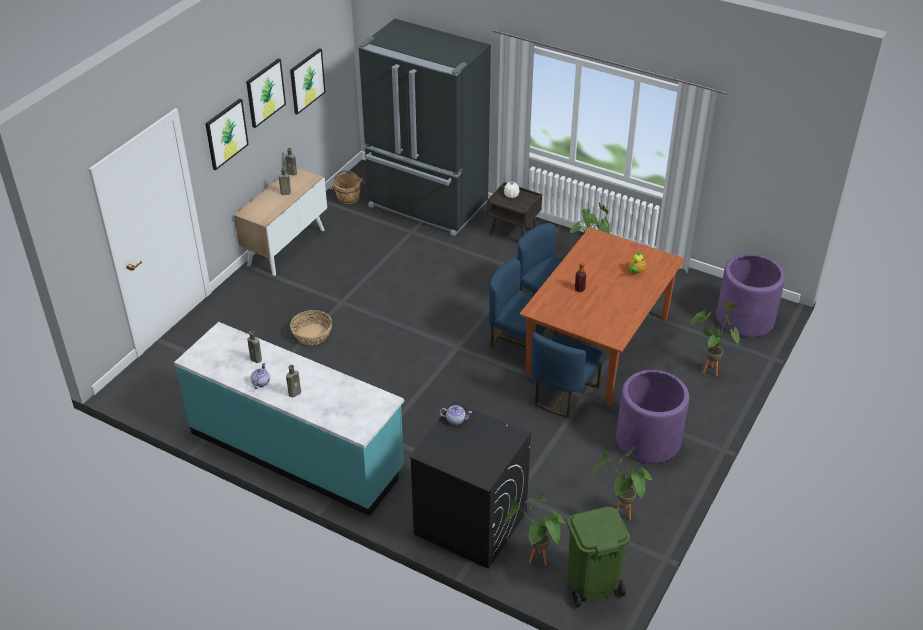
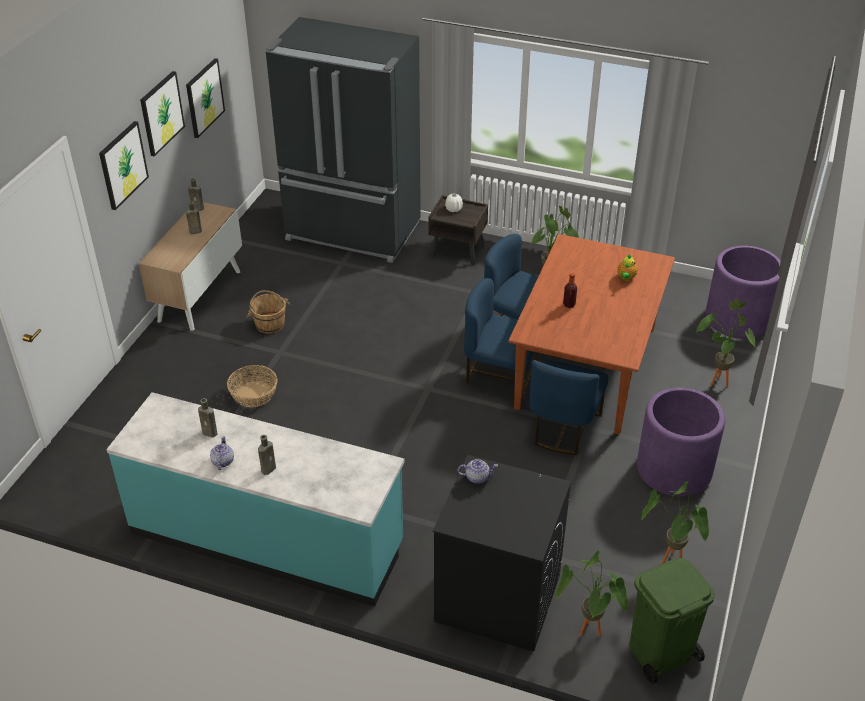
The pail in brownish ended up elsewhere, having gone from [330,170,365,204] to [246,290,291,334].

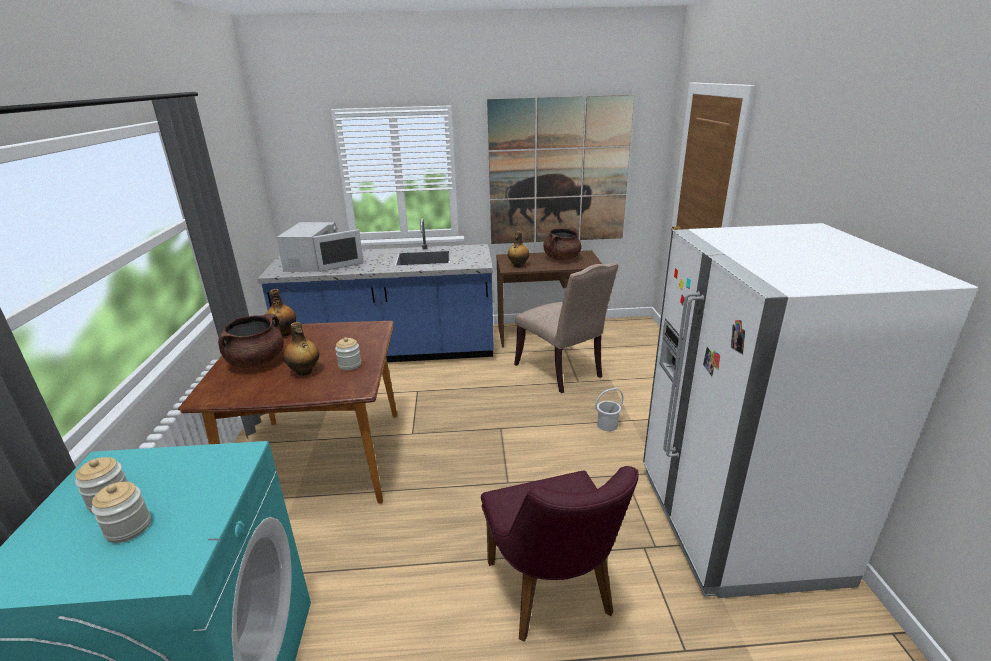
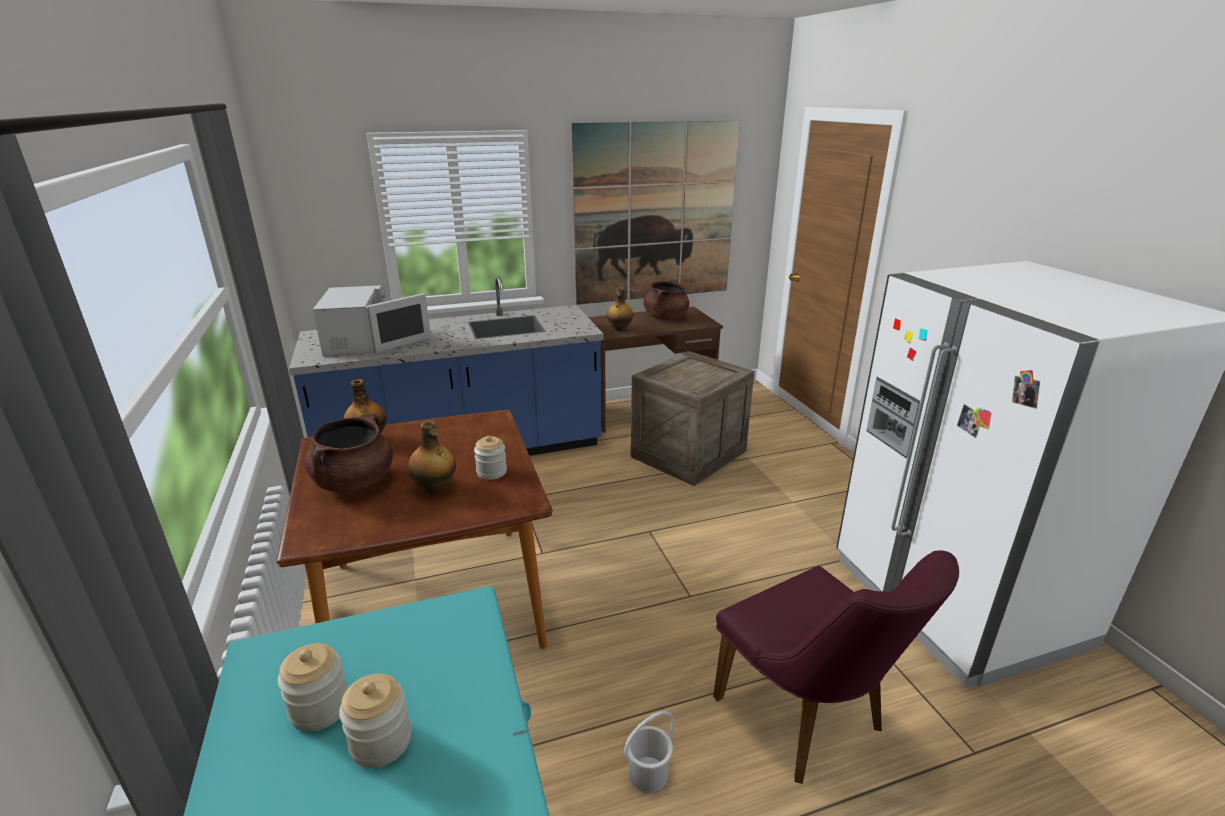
The pail in whitish ended up elsewhere, having gone from [595,388,624,431] to [624,711,674,793].
Where the upright chair in beige-coloured stood at [514,262,618,393], the shipping crate came to stand at [631,351,755,486].

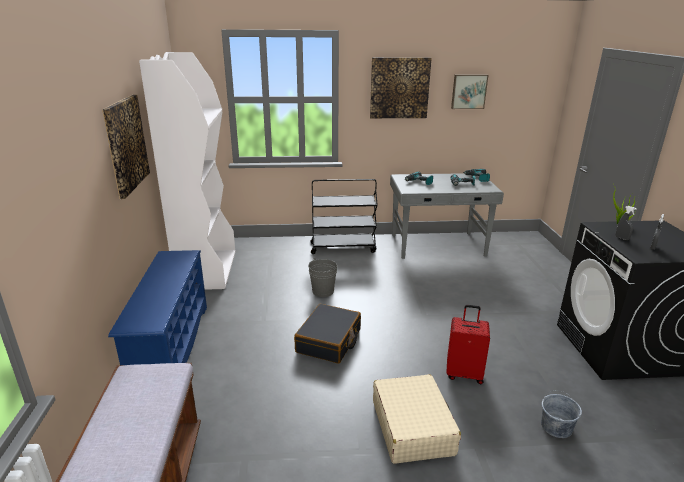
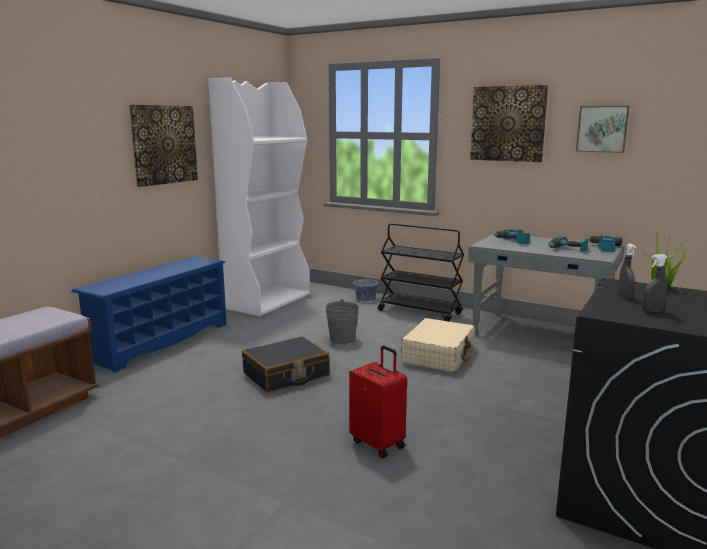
The suitcase in beige-coloured ended up elsewhere, having gone from [373,374,461,464] to [401,318,475,373].
The pail in gray ended up elsewhere, having gone from [541,390,582,438] to [353,271,378,302].

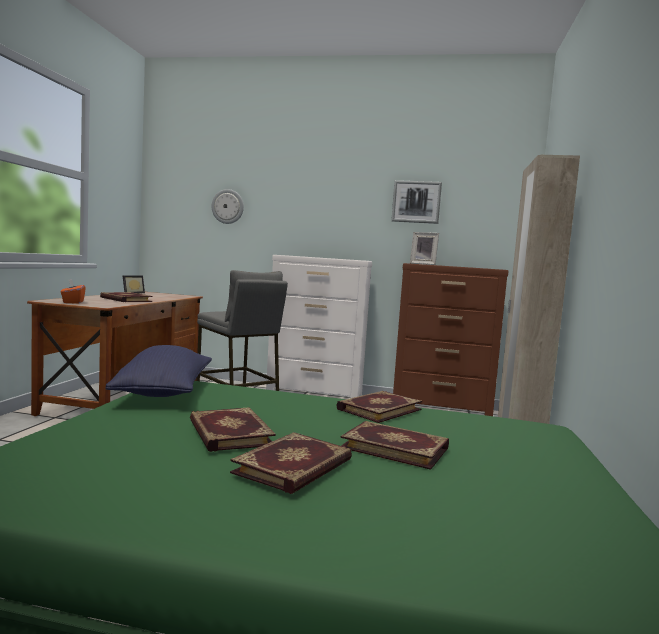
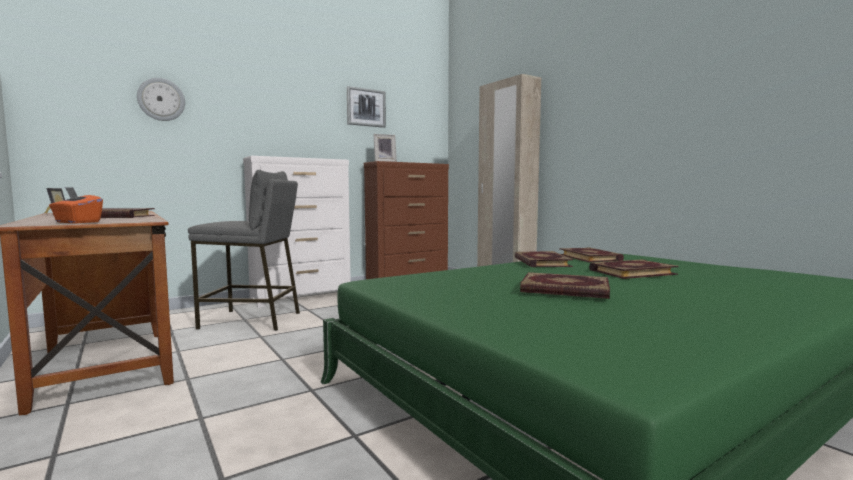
The second view lost the cushion in blue-coloured at [106,345,212,397].
The book ended up elsewhere, having gone from [230,432,352,494] to [559,247,624,262].

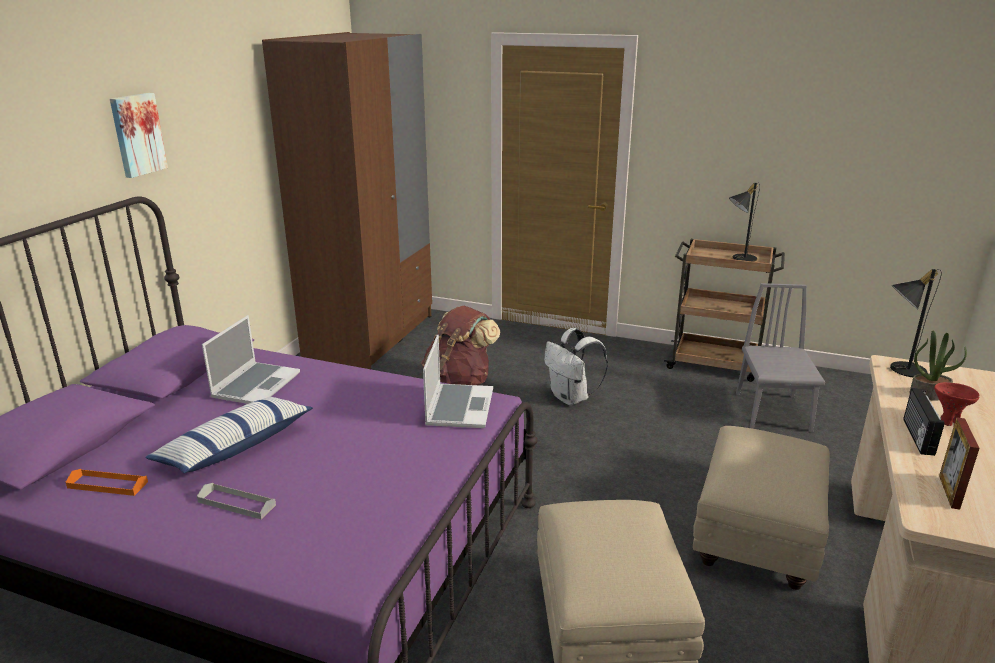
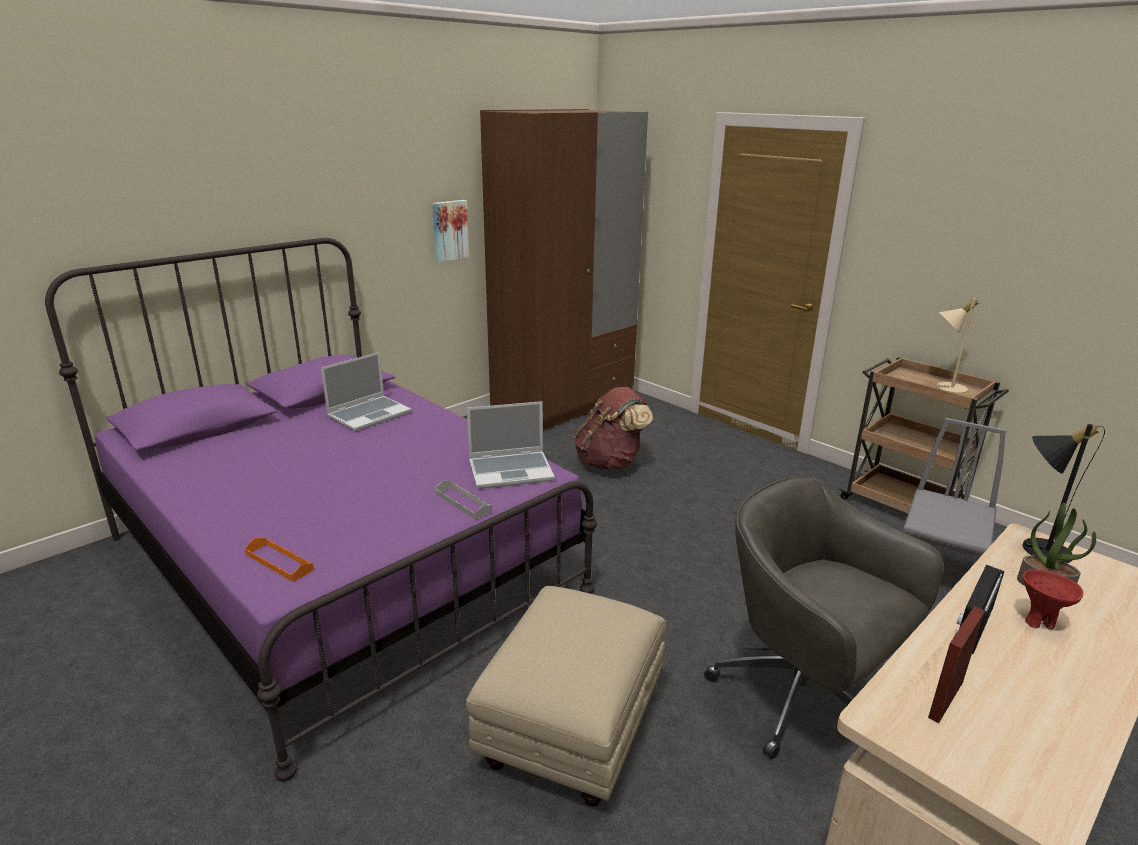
The second view lost the cushion at [145,397,313,473].
The second view lost the rucksack in whitish at [544,328,608,405].
The tray in orange ended up elsewhere, having gone from [66,469,148,496] to [245,538,314,582].
The wall picture ended up elsewhere, having gone from [110,93,168,178] to [433,200,469,262].
The tray in gray ended up elsewhere, having gone from [197,483,276,519] to [435,480,492,519].
Where the footrest in beige-coloured stood at [693,426,830,590], the office chair in gray came to stand at [704,476,944,759].
What was the lamp for a table in black at [729,183,760,262] turned into the lamp for a table in beige-coloured at [936,298,982,393].
The portable computer at [423,335,493,428] ended up facing another way, 45 degrees clockwise from before.

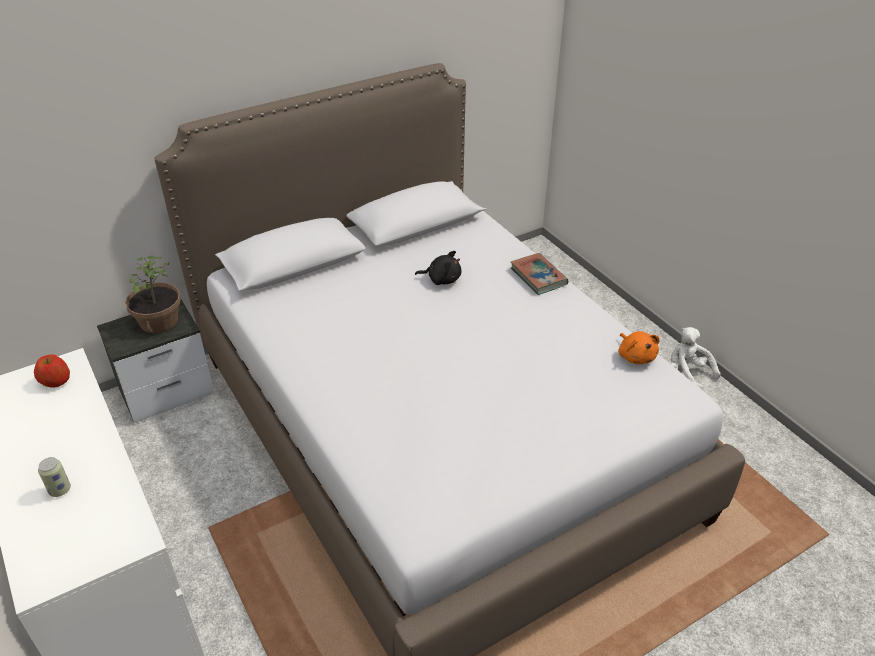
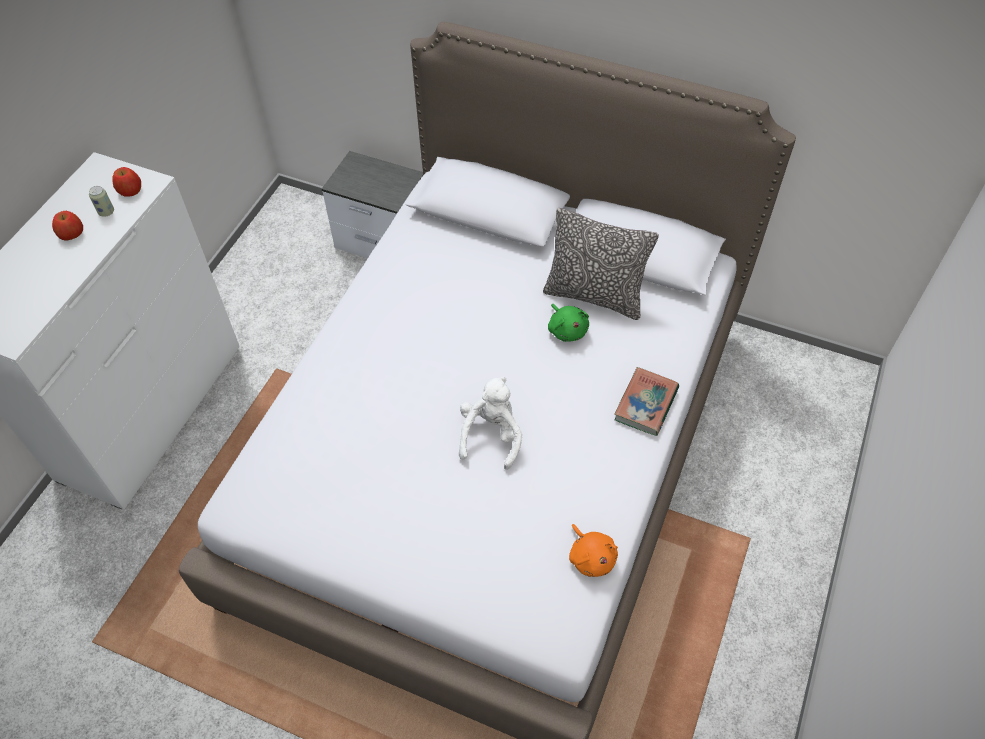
The second view lost the potted plant at [125,256,181,333].
The second view gained the apple fruit at [52,211,83,241].
The second view gained the cushion at [543,208,659,320].
The can ended up elsewhere, having gone from [38,457,71,497] to [89,186,114,217].
The plush toy in whitish ended up elsewhere, having gone from [670,327,721,389] to [459,376,522,470].
What was the plush toy in black at [415,251,462,285] turned into the plush toy in greenish at [548,304,589,342].
The plush toy in orange at [619,331,659,364] ended up facing another way, 60 degrees counterclockwise from before.

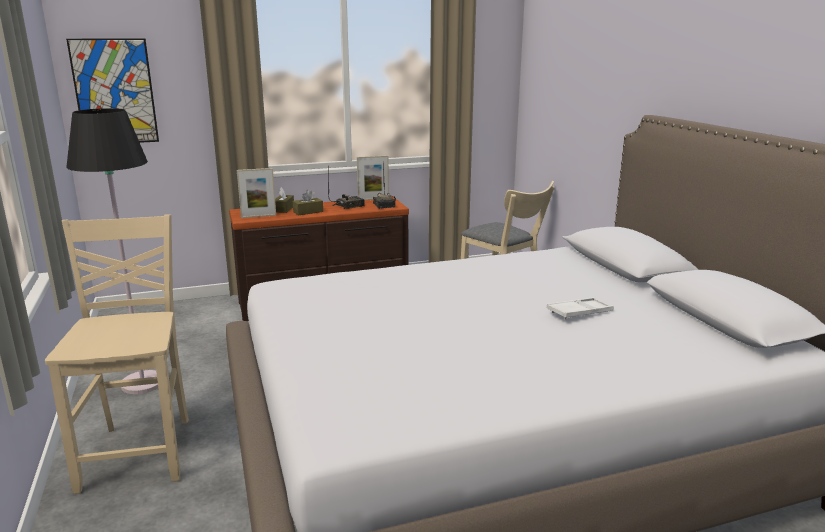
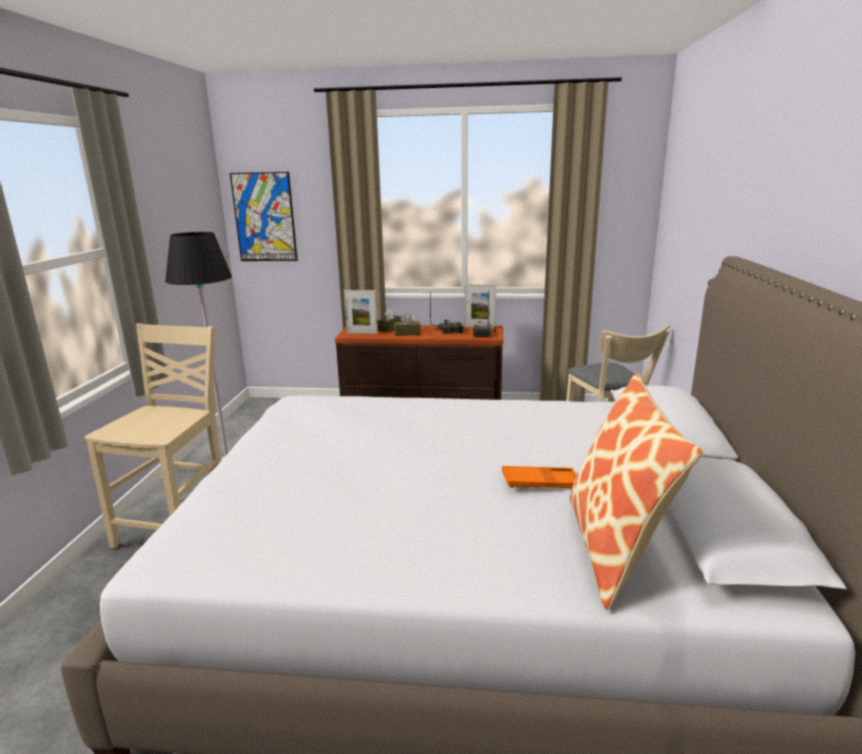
The second view gained the cushion at [569,373,703,610].
What was the tray in whitish at [547,297,614,319] turned into the tray in orange at [502,466,577,488].

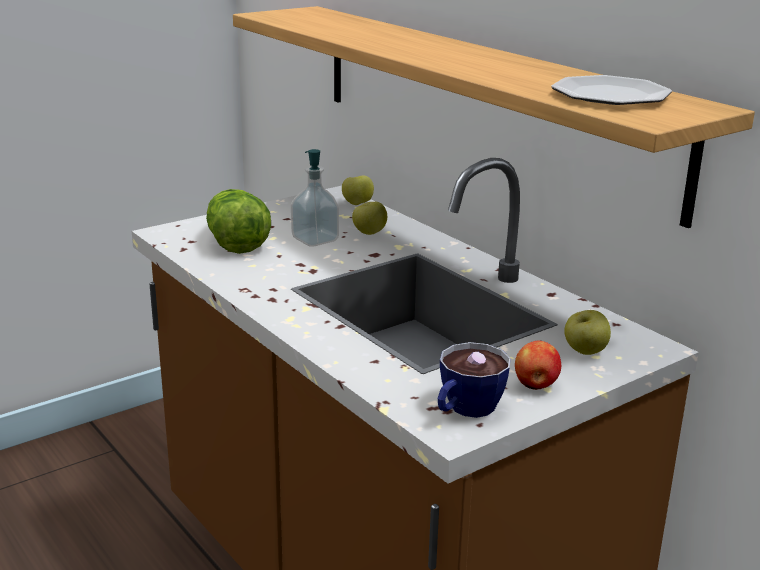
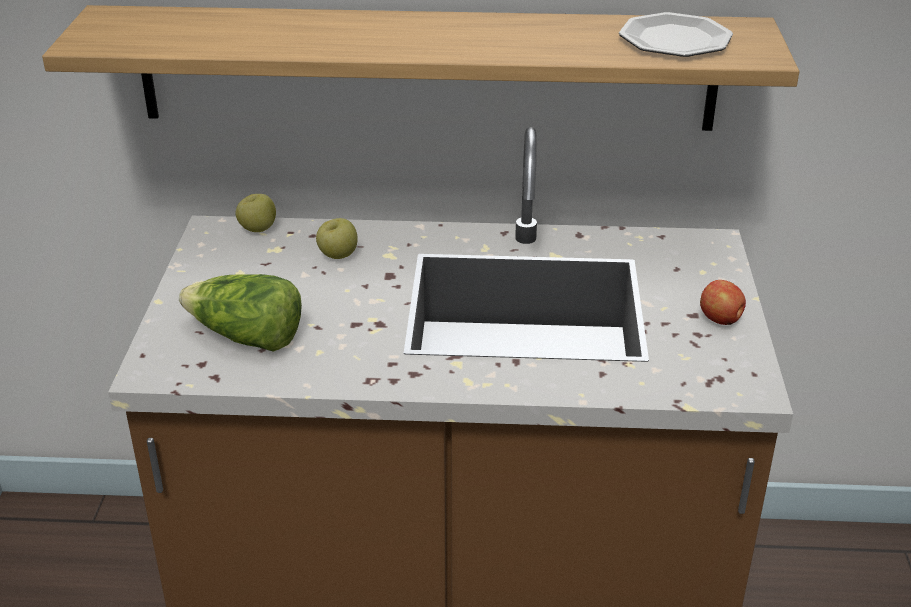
The second view lost the liquid soap bottle at [291,149,339,247].
The second view lost the drinking cup at [438,342,511,418].
The second view lost the apple fruit at [564,310,611,355].

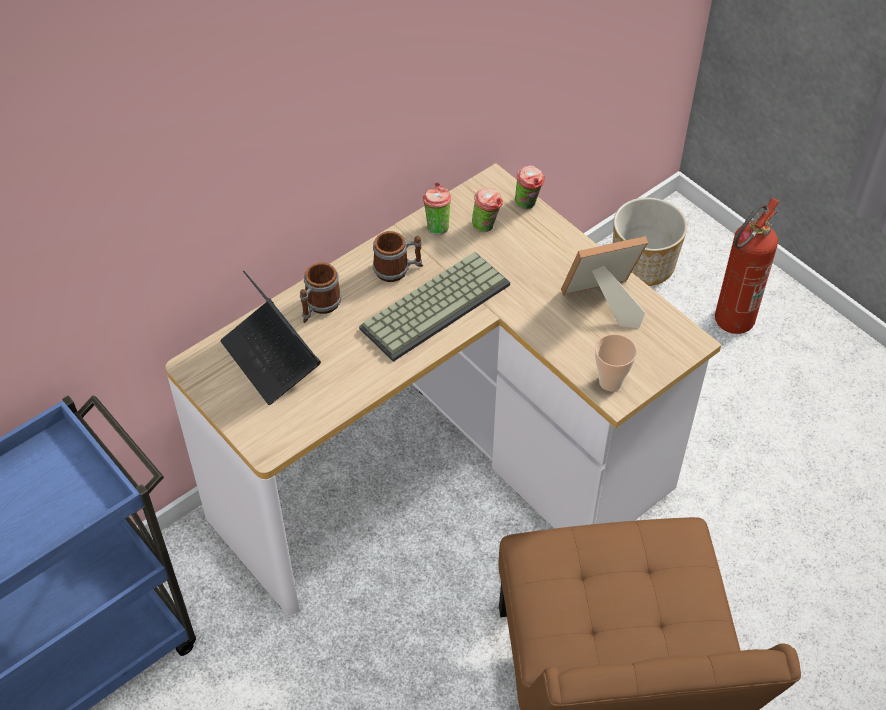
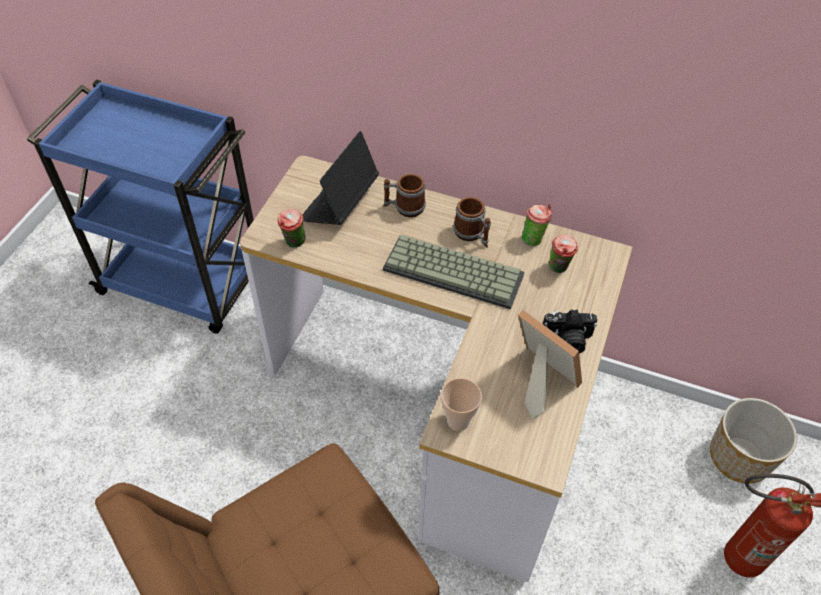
The second view gained the photo camera at [543,309,597,354].
The drinking cup ended up elsewhere, having gone from [515,165,544,209] to [278,209,306,248].

